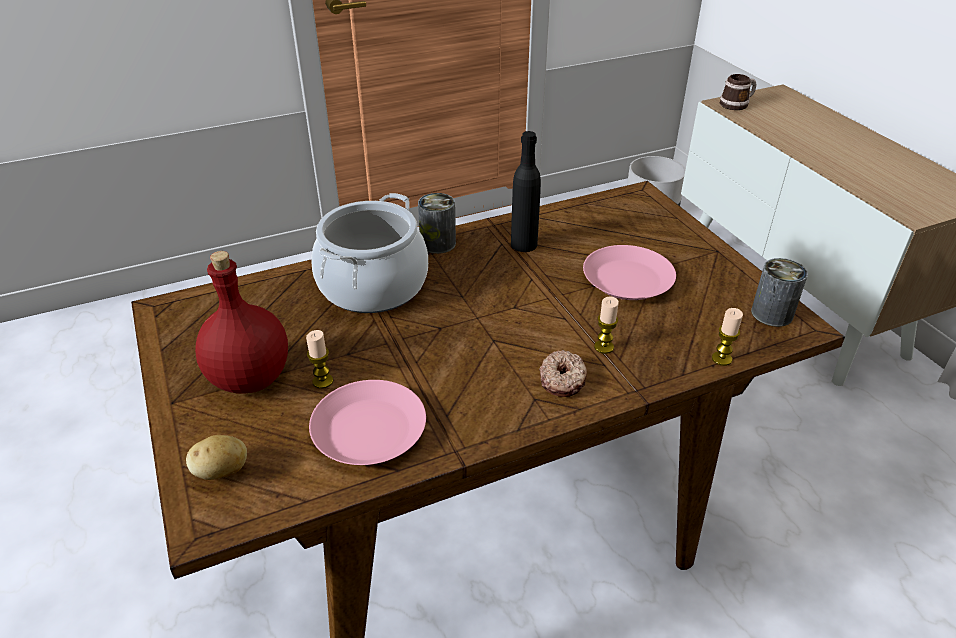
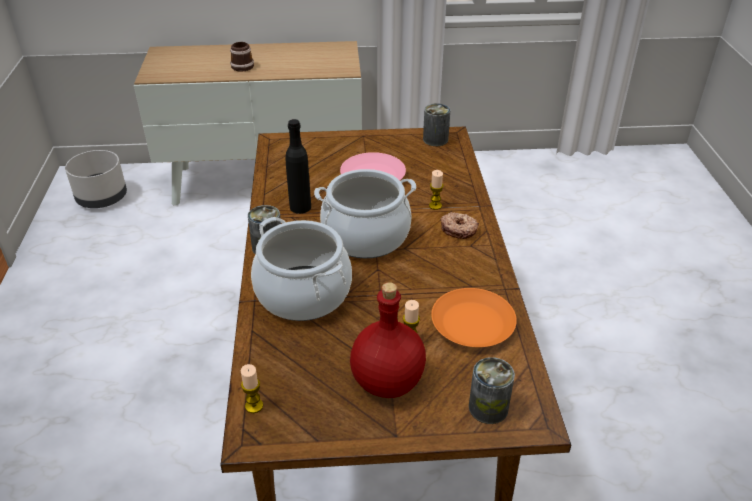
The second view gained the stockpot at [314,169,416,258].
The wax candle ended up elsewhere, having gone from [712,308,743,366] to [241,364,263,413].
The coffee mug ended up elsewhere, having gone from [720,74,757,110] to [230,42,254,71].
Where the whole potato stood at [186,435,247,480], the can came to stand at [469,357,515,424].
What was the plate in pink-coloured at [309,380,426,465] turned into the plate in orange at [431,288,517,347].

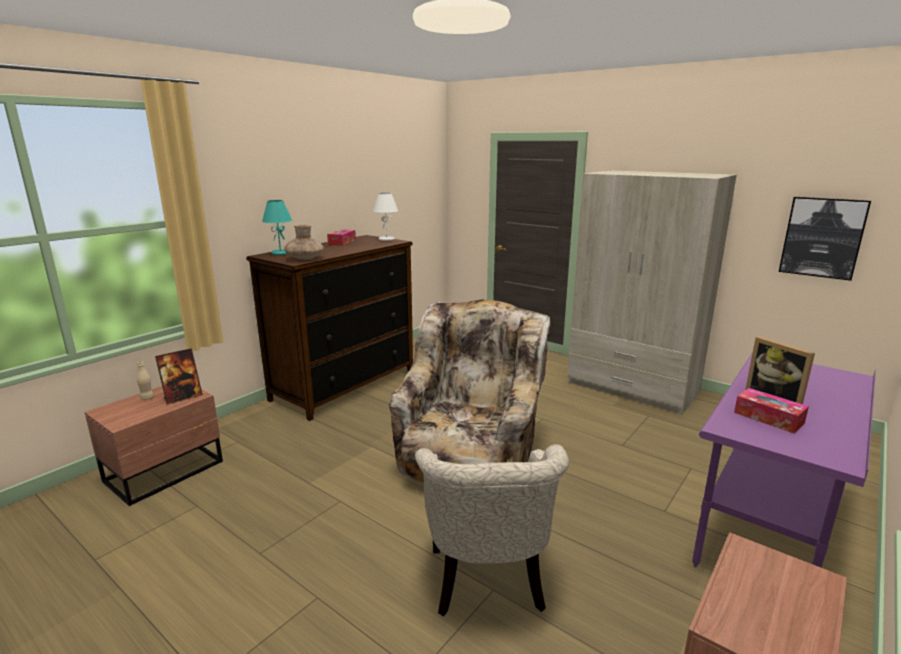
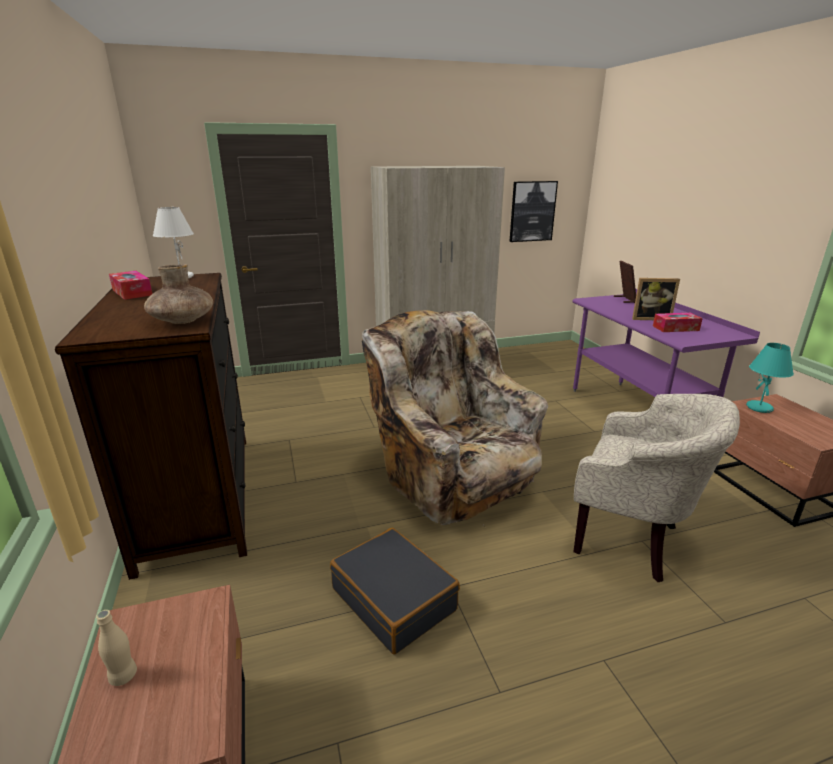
The second view gained the suitcase in black at [330,528,460,655].
The picture frame ended up elsewhere, having gone from [155,348,203,404] to [614,261,636,303].
The lamp for a table in blue-green ended up elsewhere, having gone from [262,200,292,255] to [746,343,794,413].

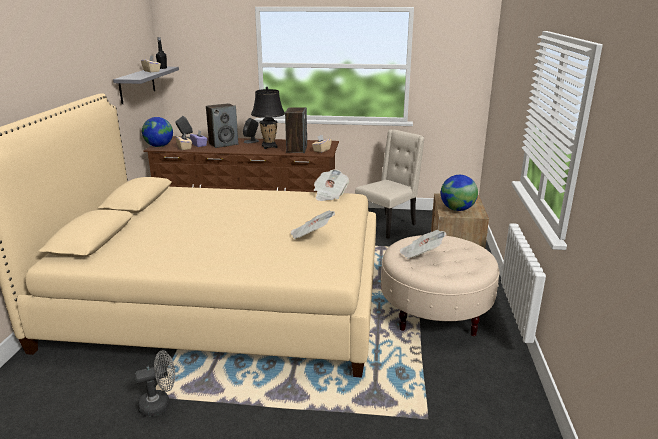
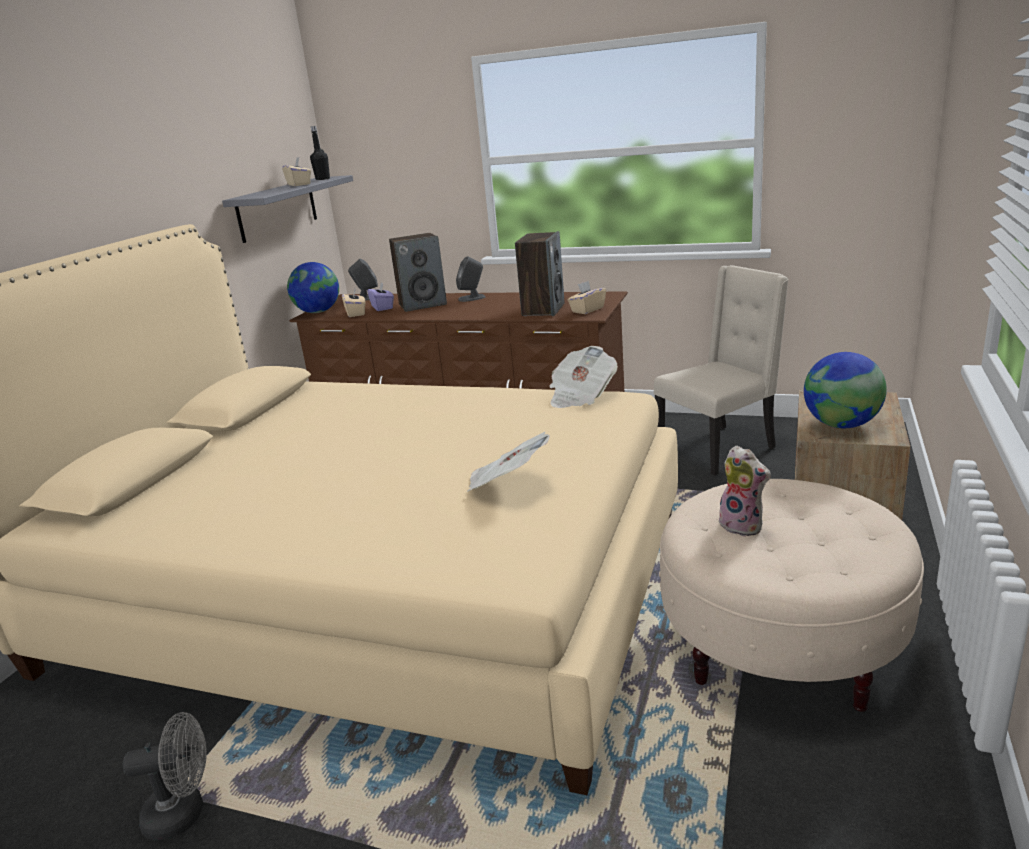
The second view lost the lamp for a table in black at [251,87,285,149].
Where the newspaper stood at [399,230,447,259], the plush toy came to stand at [719,445,770,537].

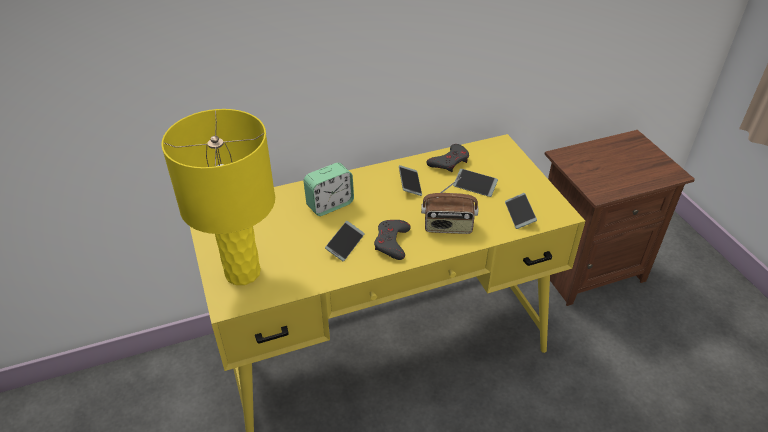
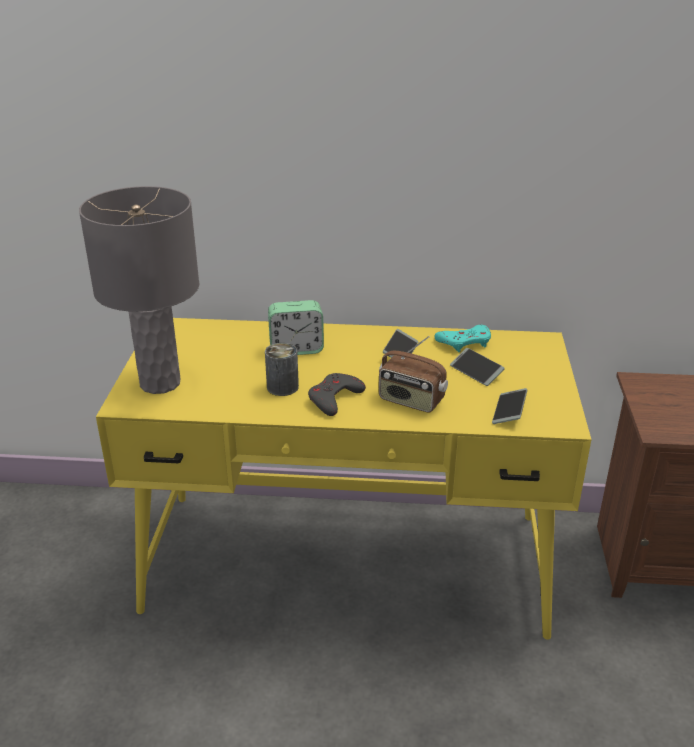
Where the handset stood at [325,221,365,261], the can came to stand at [265,343,299,396].
What was the lamp for a table in yellowish at [161,109,275,285] turned into the lamp for a table in gray at [79,186,199,394].
What was the gamepad in gray at [426,144,469,172] turned into the gamepad in blue-green at [435,325,491,352].

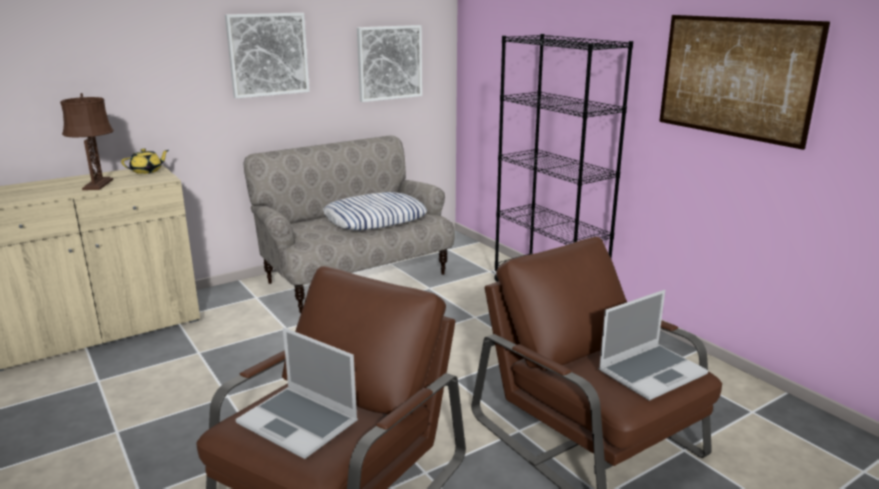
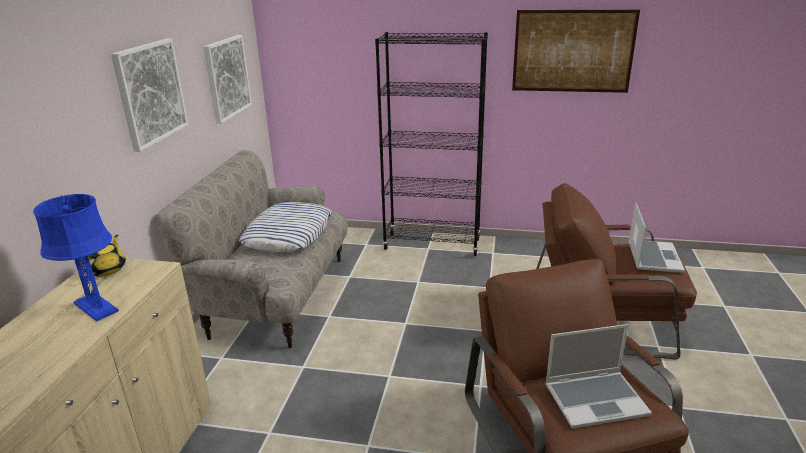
What was the lamp for a table in brownish at [60,93,114,190] turned into the lamp for a table in blue-coloured at [33,194,119,321].

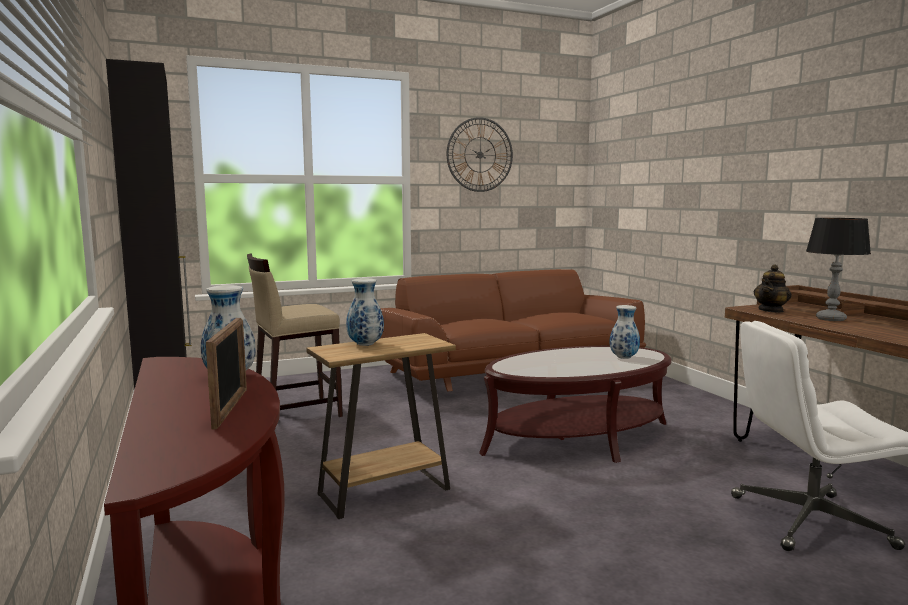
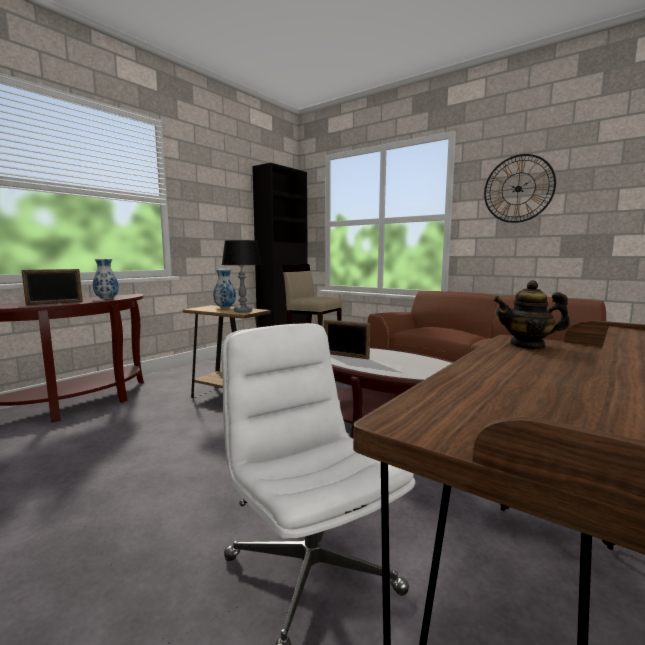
The second view lost the decorative vase at [609,305,640,359].
The second view gained the picture frame at [324,319,370,359].
The lamp for a table ended up elsewhere, having gone from [806,218,871,321] to [222,240,261,313].

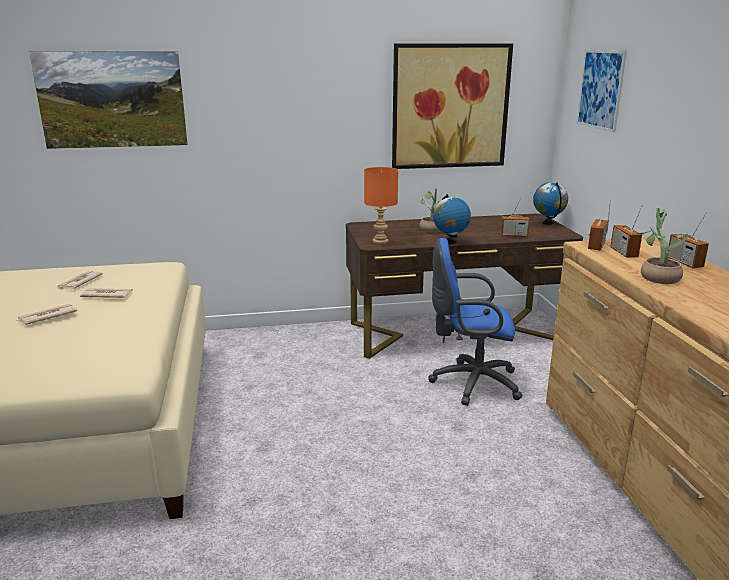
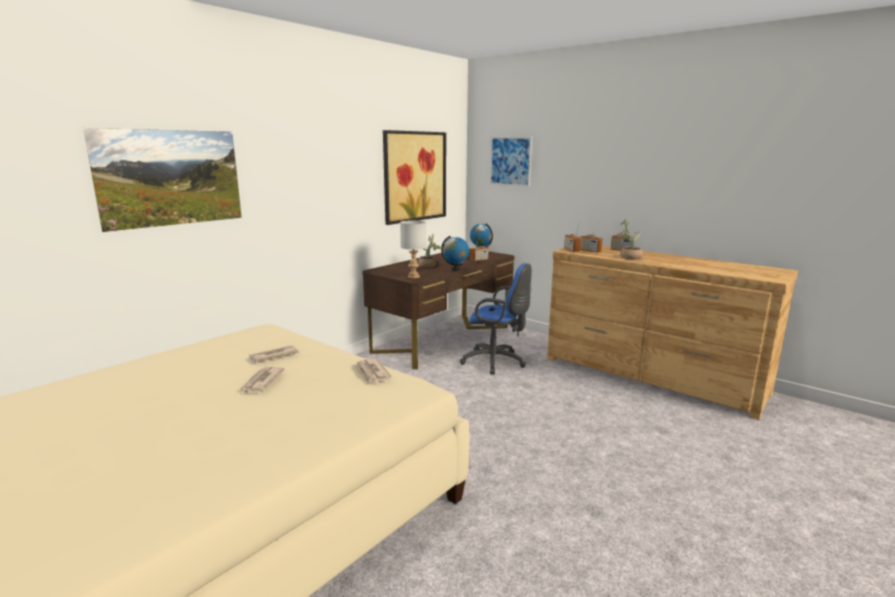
The newspaper ended up elsewhere, having gone from [57,271,103,289] to [354,358,391,384].
What was the lamp for a table in orange at [364,167,398,244] turned into the lamp for a table in gray at [400,220,426,279].
The office chair in blue-coloured at [428,238,523,406] ended up facing another way, 120 degrees counterclockwise from before.

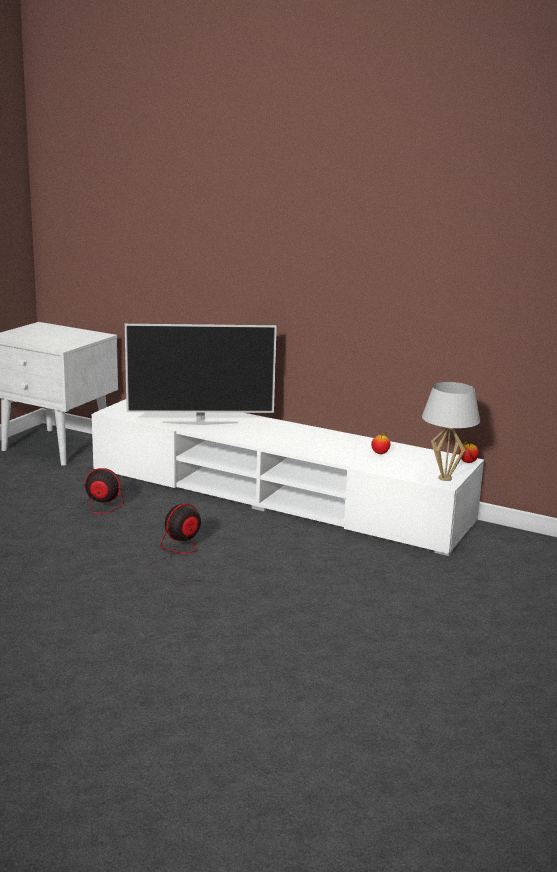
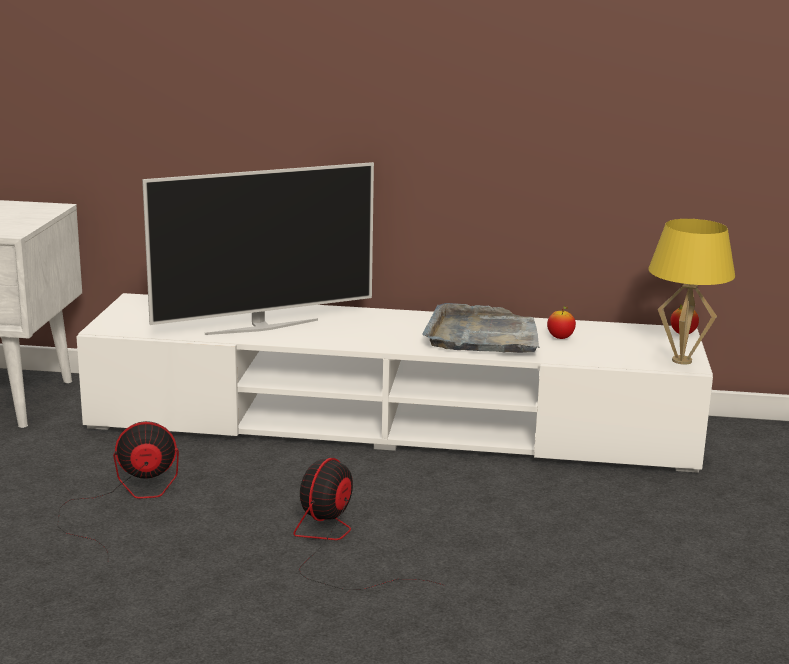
The second view gained the tray in gray at [422,303,540,353].
What was the lamp for a table in whitish at [422,382,480,481] turned into the lamp for a table in yellowish at [648,219,735,365].

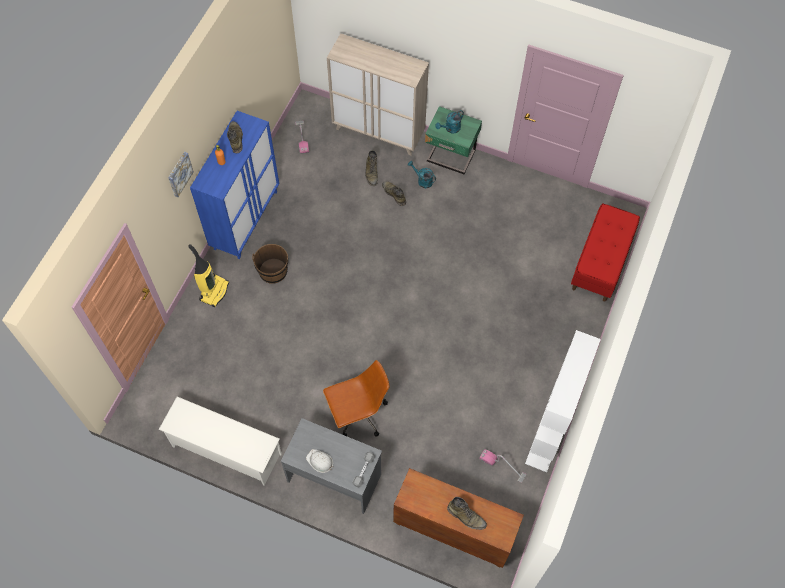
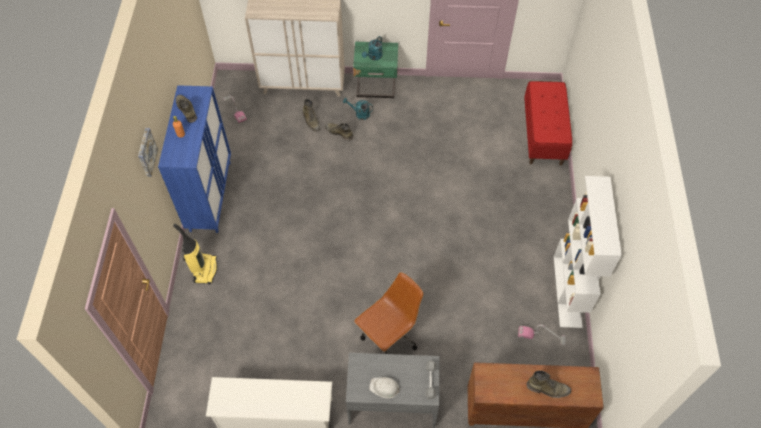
The second view lost the pail in brownish at [252,244,288,284].

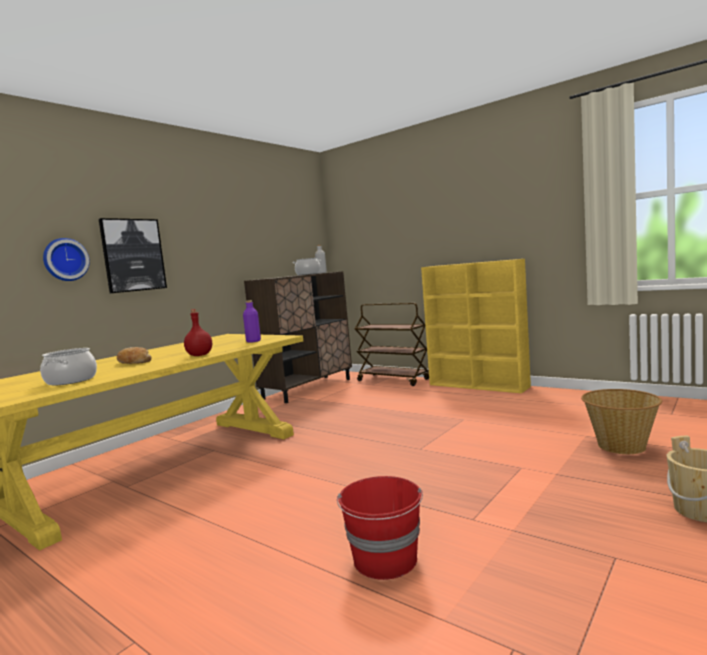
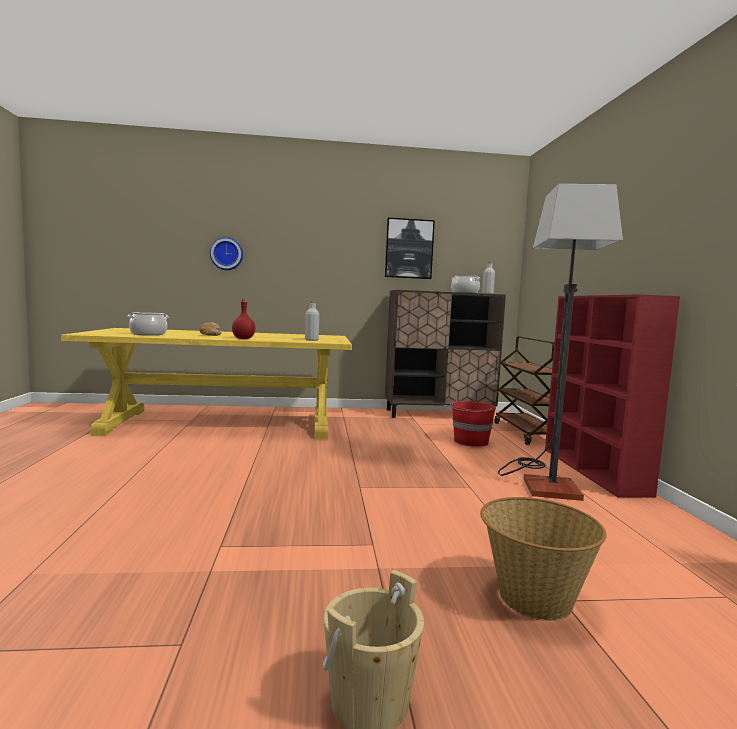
The second view gained the standard lamp at [498,184,623,501].
The wall picture ended up elsewhere, having gone from [99,218,167,293] to [385,218,435,279].
The pail in reddish ended up elsewhere, having gone from [337,476,423,580] to [450,400,496,447].
What was the bottle in purple at [243,300,261,343] turned into the bottle in gray at [305,301,319,341].
What was the shelving unit in yellowish at [421,259,531,393] turned into the shelving unit in reddish at [545,294,680,498].

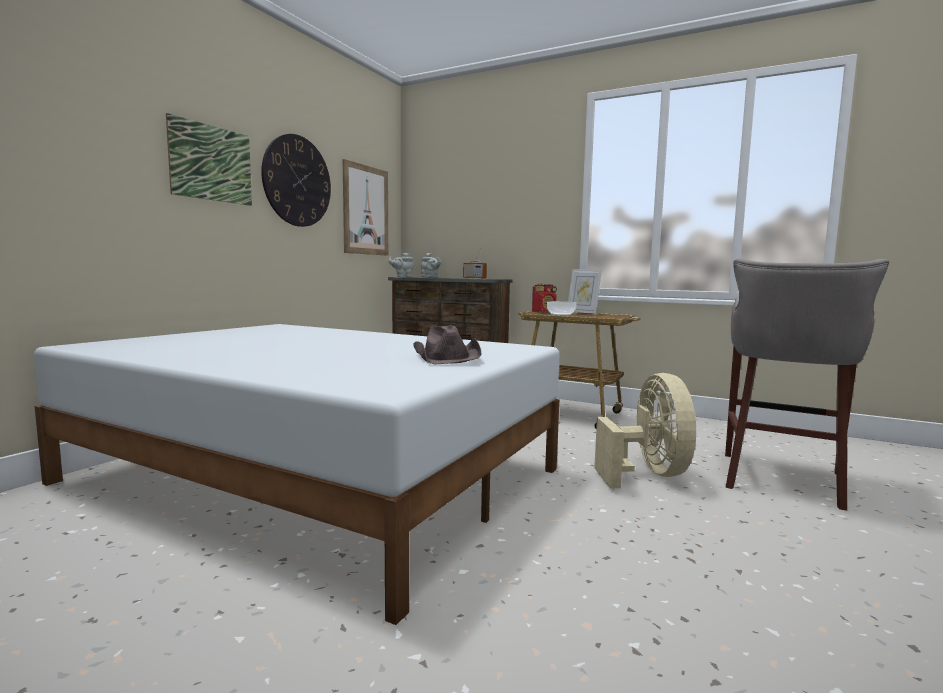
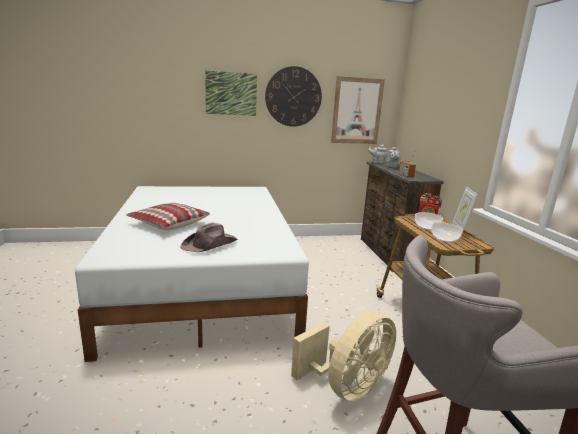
The second view gained the cushion at [126,203,210,230].
The second view gained the deep dish at [431,222,463,242].

